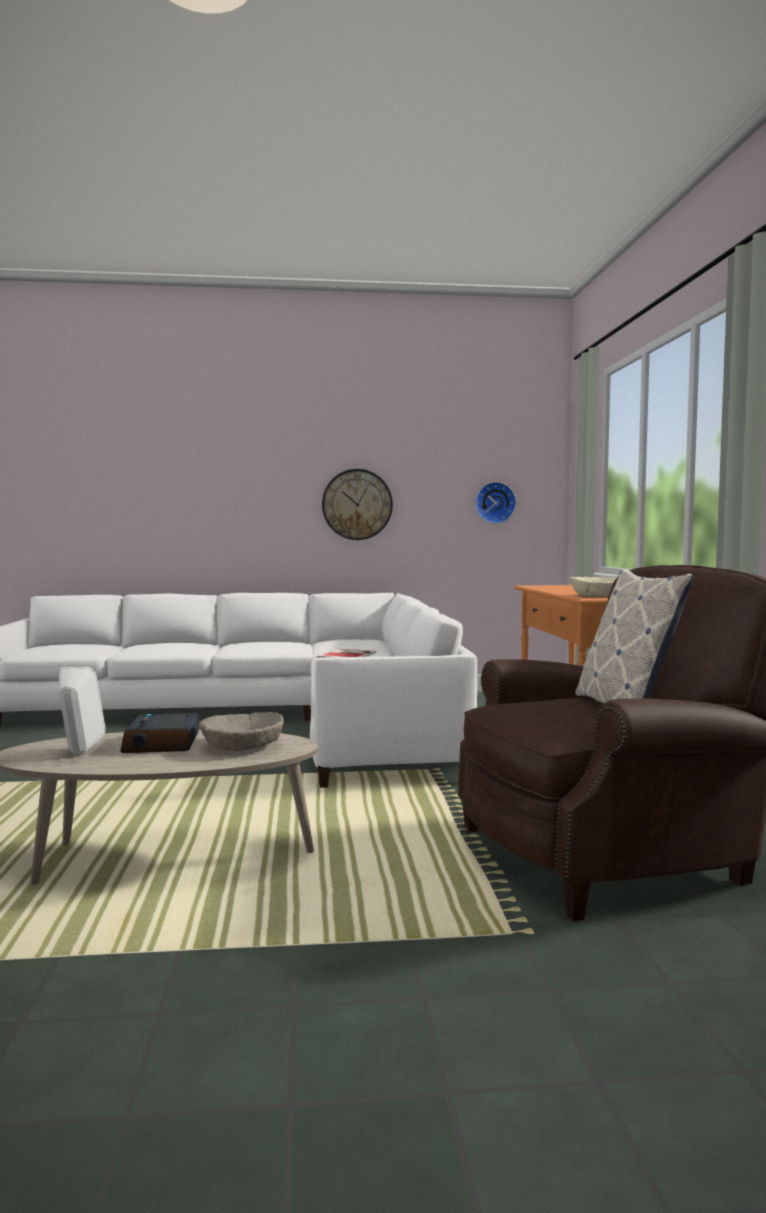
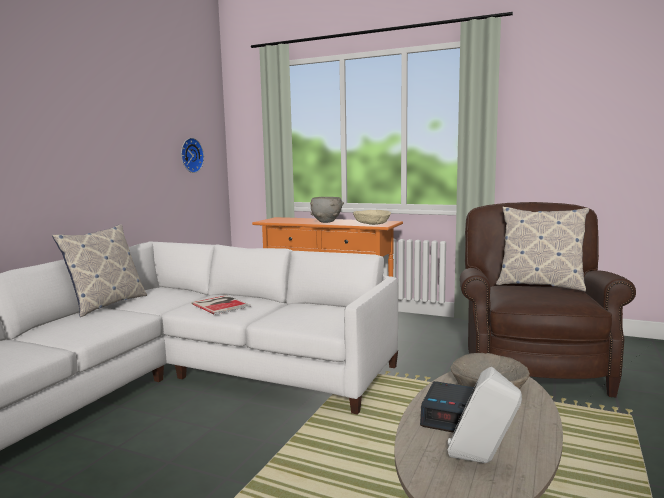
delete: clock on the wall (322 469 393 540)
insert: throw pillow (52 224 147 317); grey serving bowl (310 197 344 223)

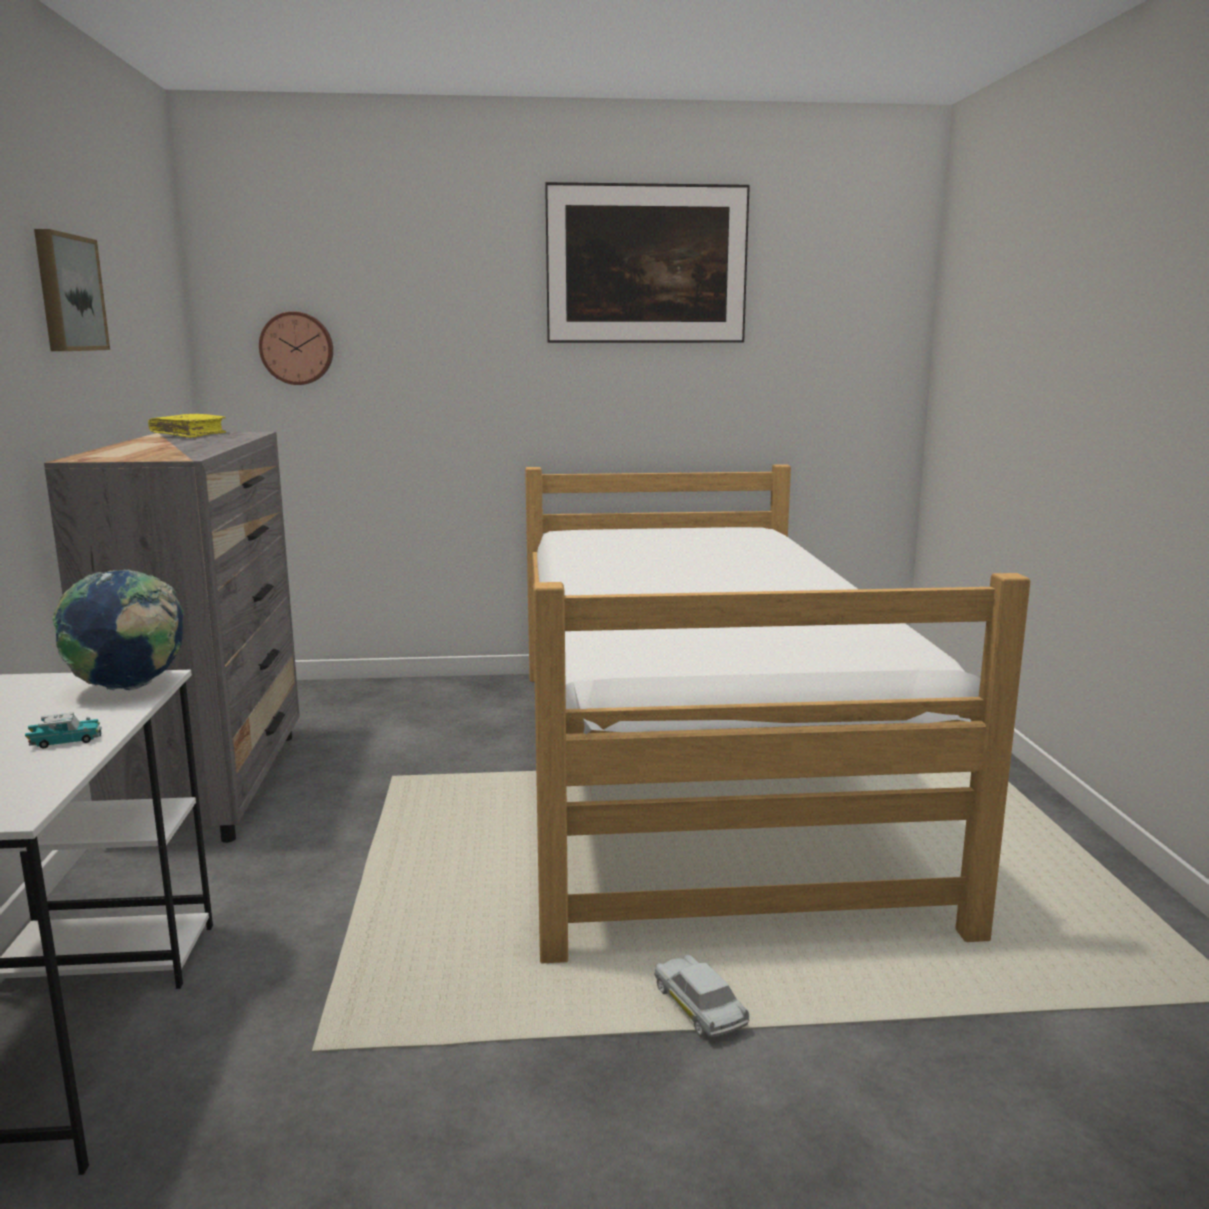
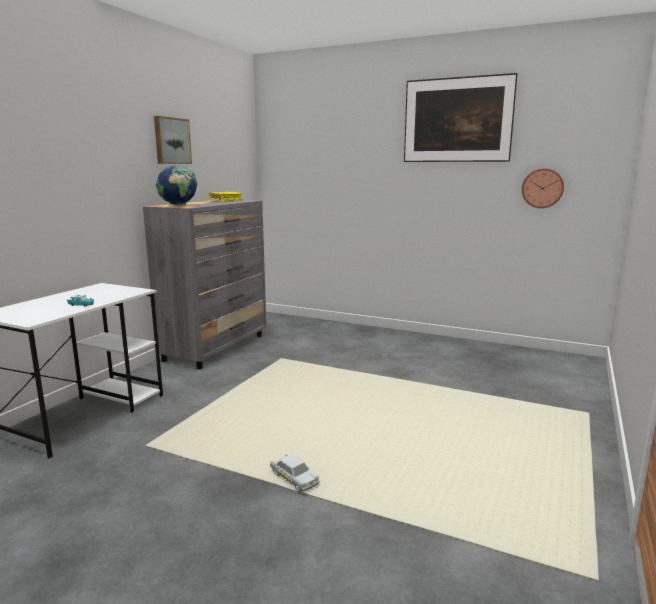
delete: bedroom bed (525 464 1031 963)
move: desk globe (52 569 184 690) to (156 165 197 206); clock on the wall (259 311 333 385) to (522 168 564 208)
rotate: white toy car (654 954 749 1037) = (270 454 320 492) 135 degrees clockwise

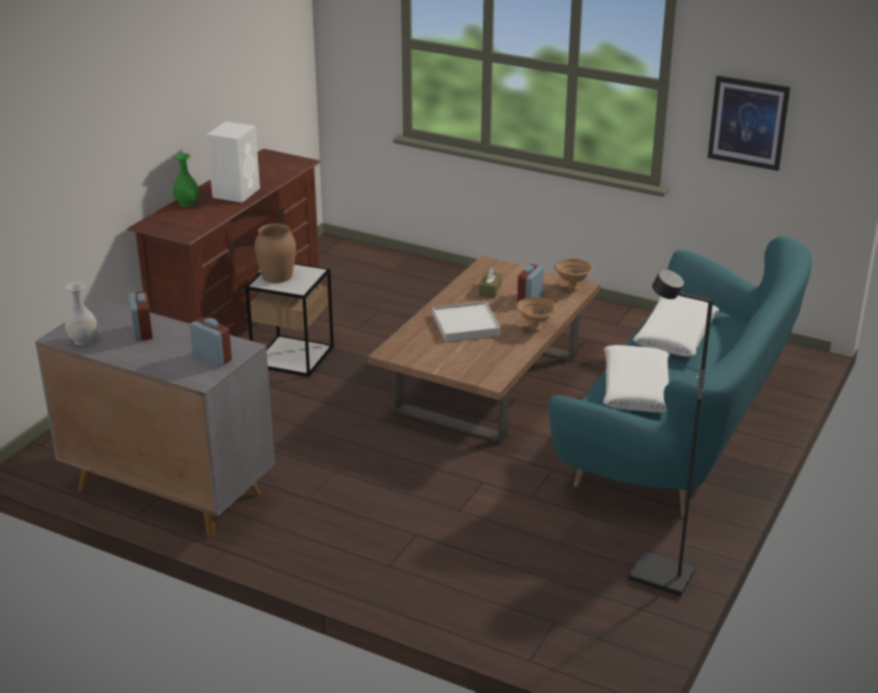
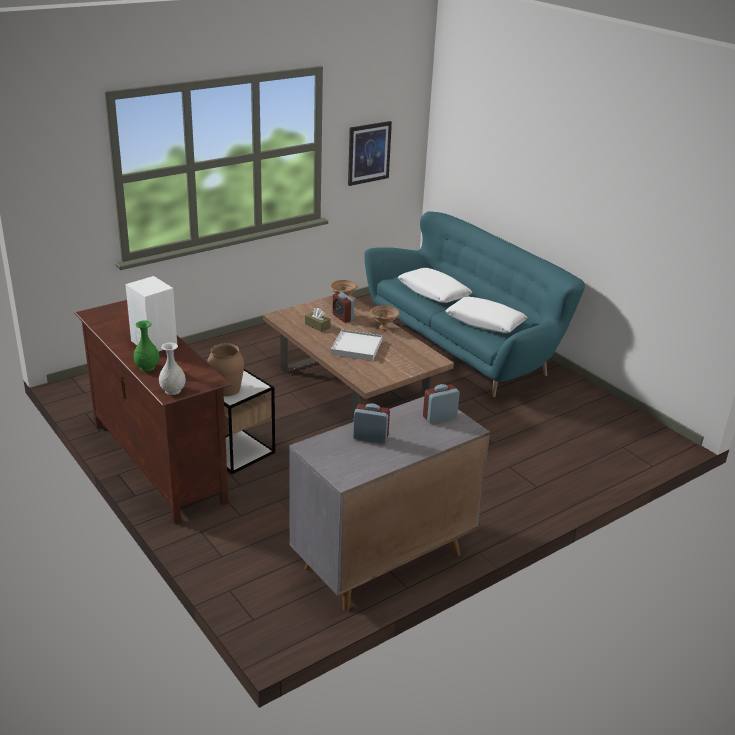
delete: black-coloured floor lamp (628 270 713 597)
move: white vase (65 282 98 345) to (159 342 186 395)

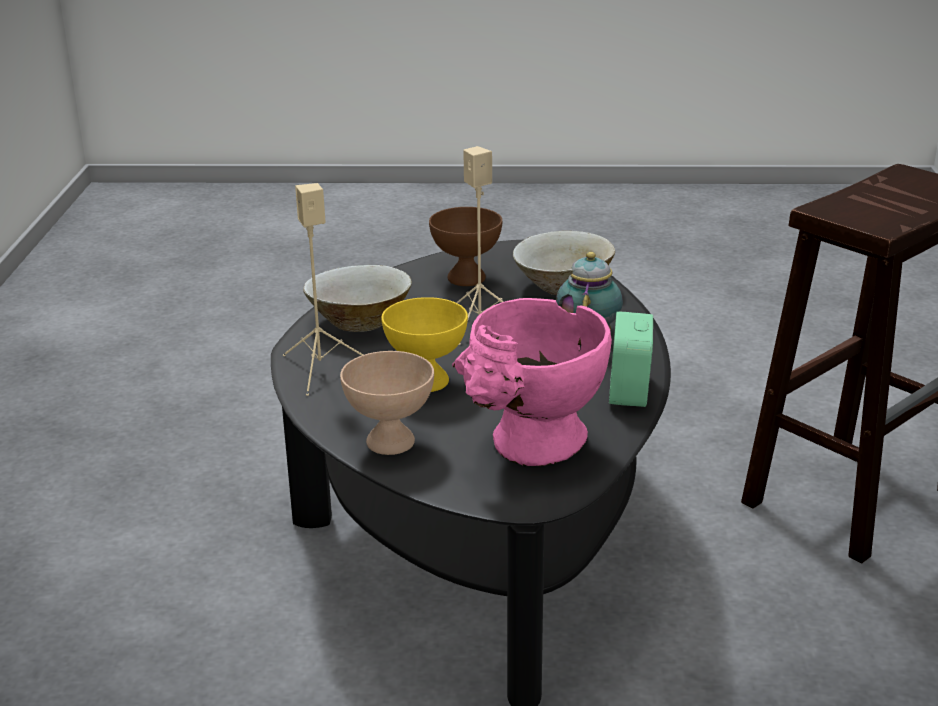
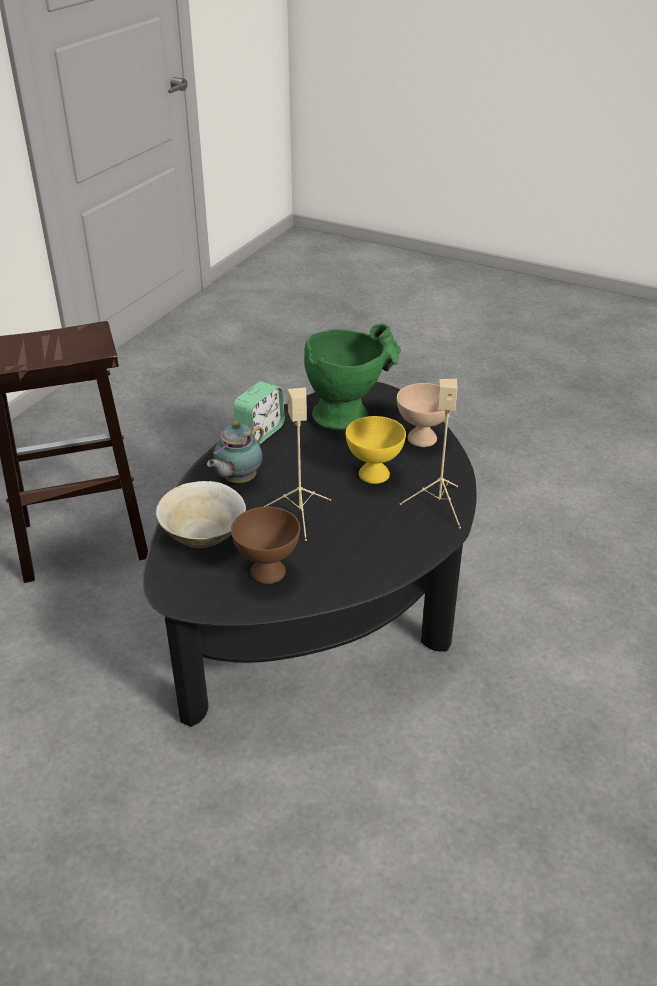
delete: sand-coloured serving bowl (303 265 412 332)
recolor: pink vase (452 298 612 467) to green-coloured vase (304 324 401 430)

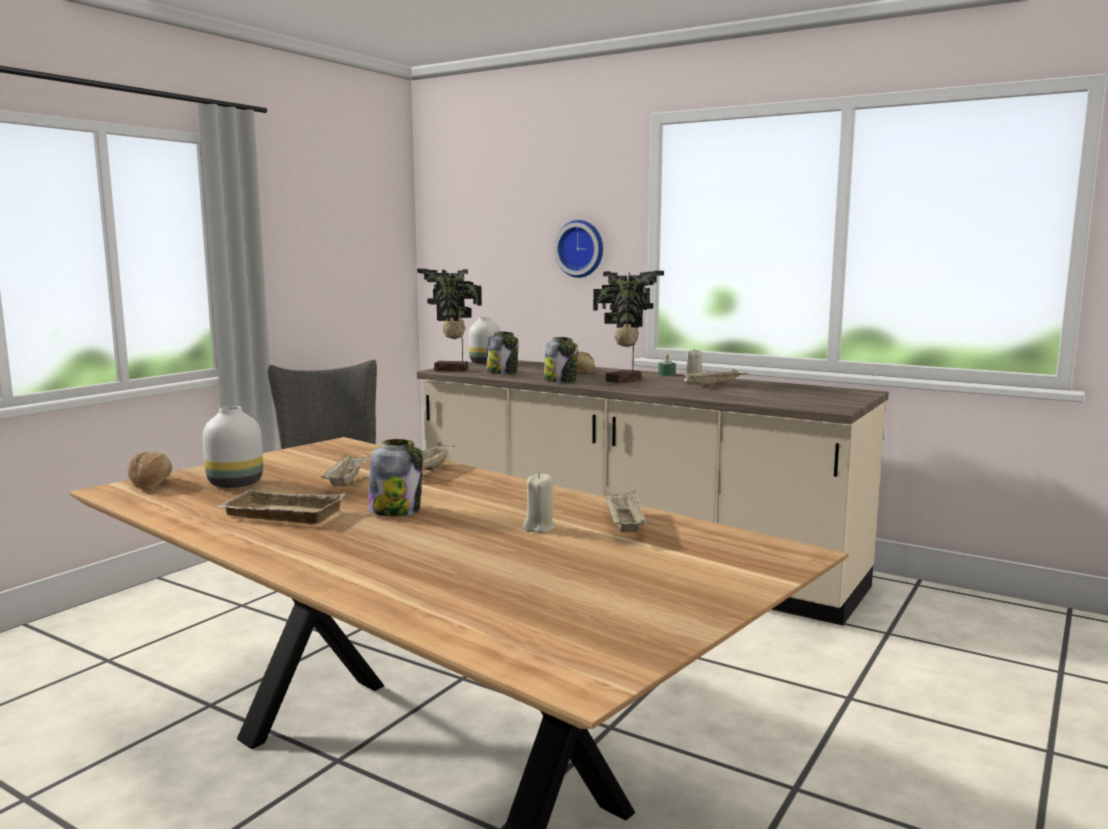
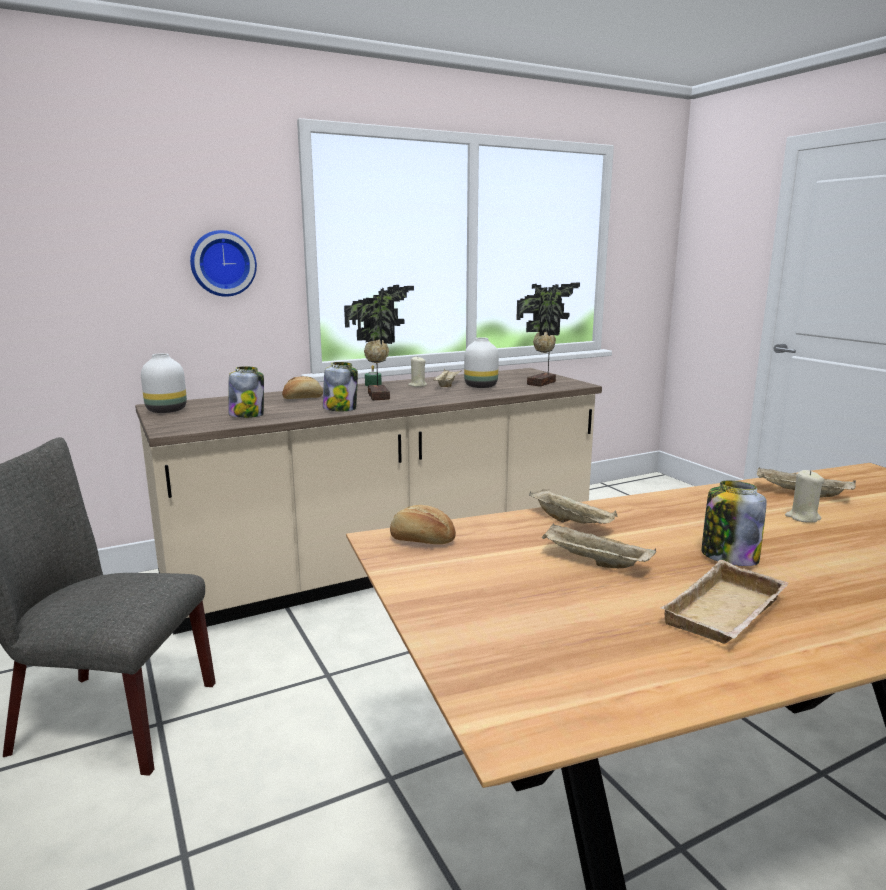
move: baked bread (127 452 172 489) to (390 505 456 544); white vase (203 406 263 488) to (464 337 499 388); plant in a pot (417 269 481 371) to (516 283 580 387)

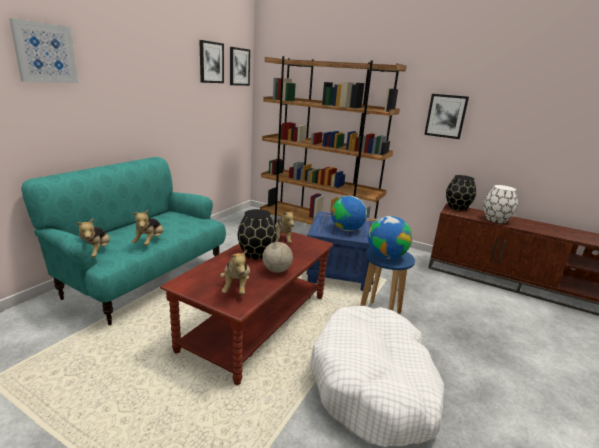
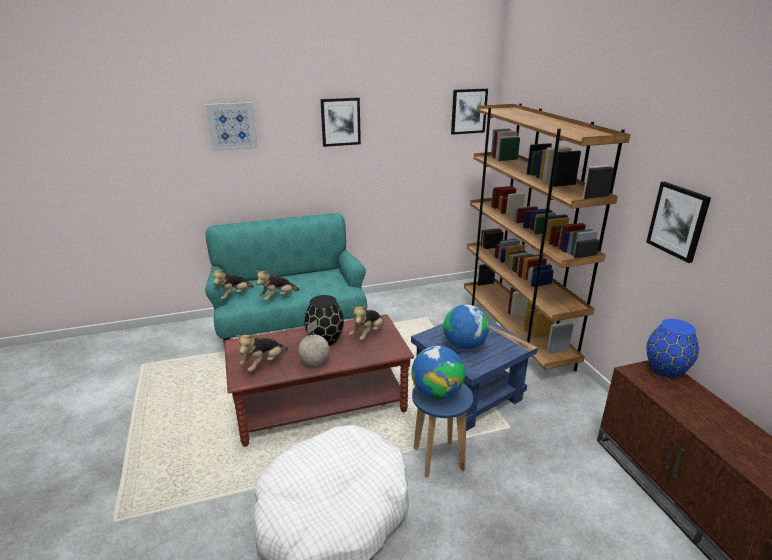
delete: white vase (484 185 518 223)
move: picture (199 40 224 83) to (320 97 361 147)
recolor: black-coloured vase (446 175 476 210) to bluish vase (646 319 699 378)

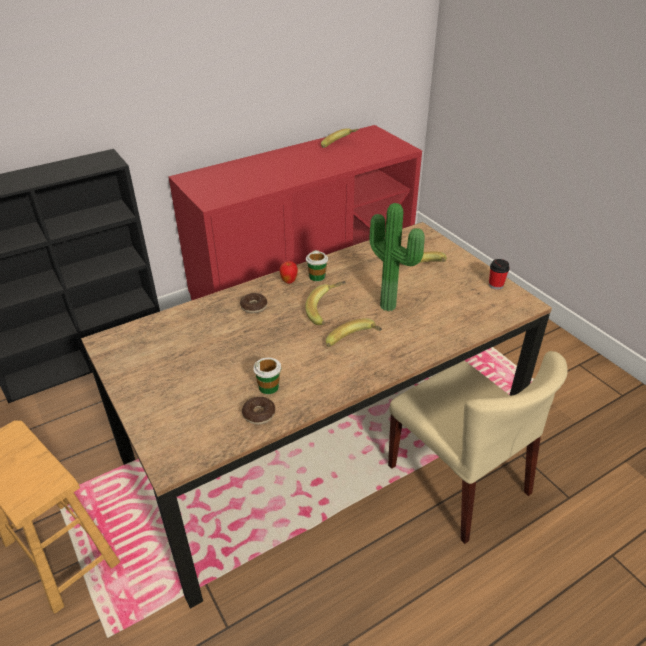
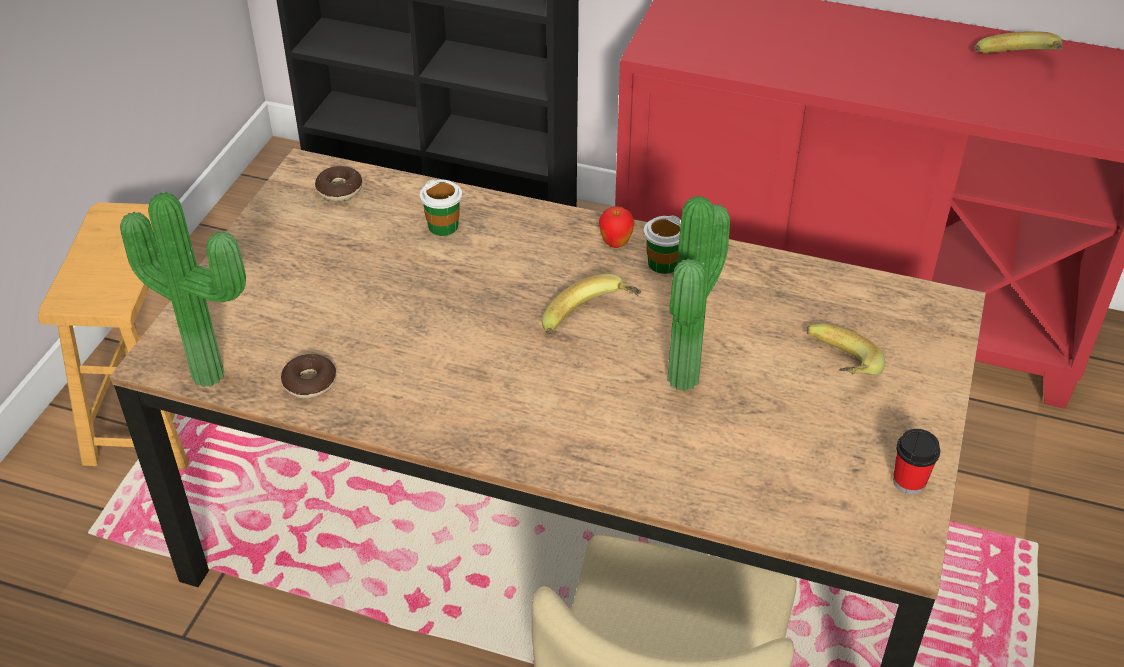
delete: banana fruit (326 318 382 347)
insert: plant in a pot (120 192 246 387)
move: donut (240 293 267 313) to (315 166 362 202); cup (253 357 281 394) to (420 179 462 236)

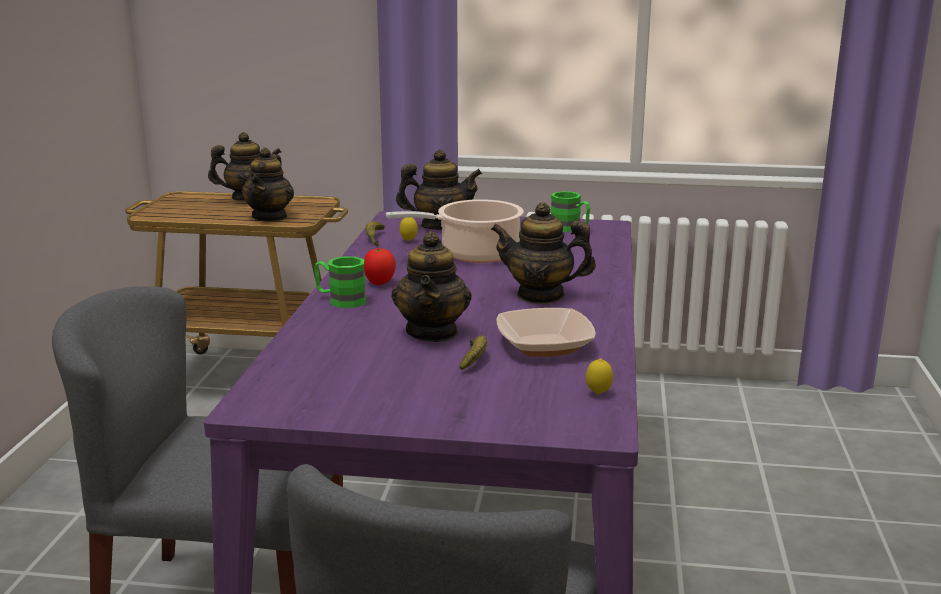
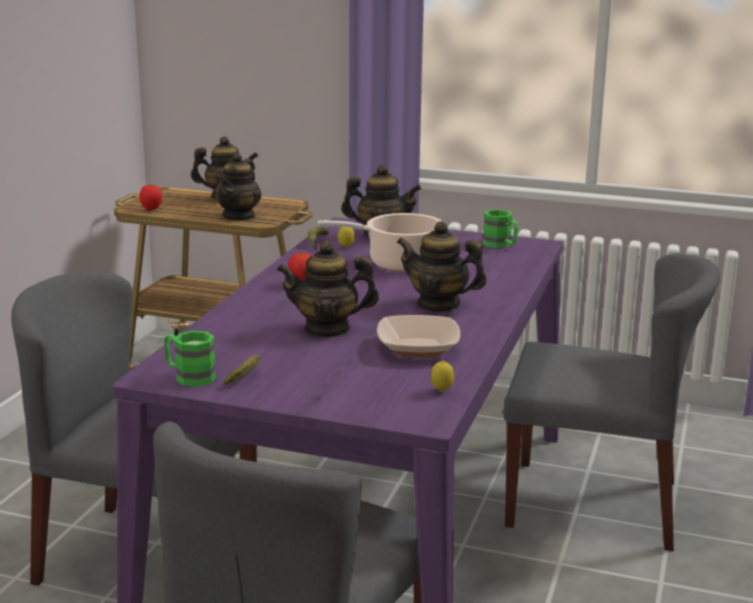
insert: fresh tomato (139 185 162 210); grey upright chair (504 253 720 551)
move: green-coloured coffee mug (314 256 366 308) to (164 331 216 387); banana fruit (459 335 487 370) to (224 355 260 385)
rotate: tea pot (391 231 472 342) = (277 241 379 338) 75 degrees clockwise

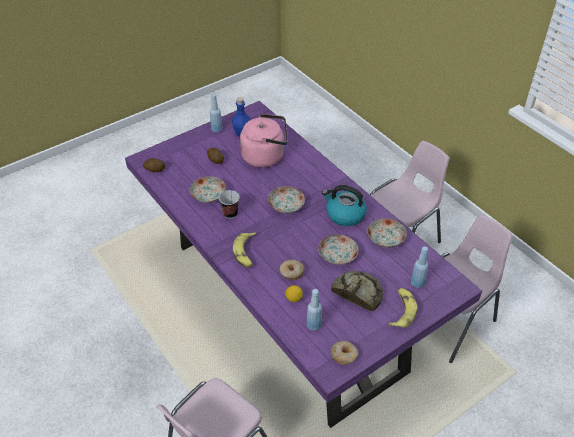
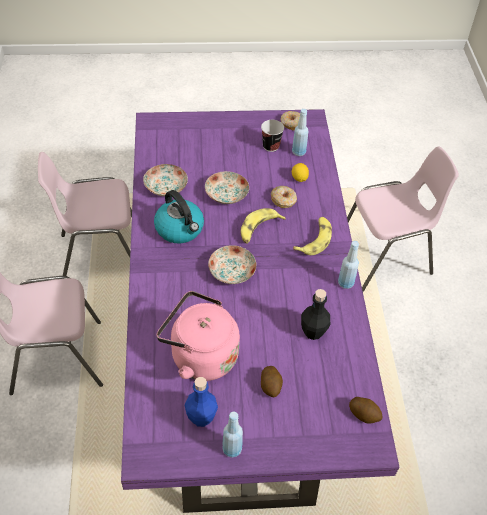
delete: baked bread (331 271 383 311)
move: cup (219 190 239 219) to (261 120 284 152); banana fruit (389 288 417 328) to (241 208 285 244); bluish bottle (411 246 428 288) to (338 241 359 289)
replace: dinner plate (190 177 226 203) to black-coloured bottle (301 289 330 340)

